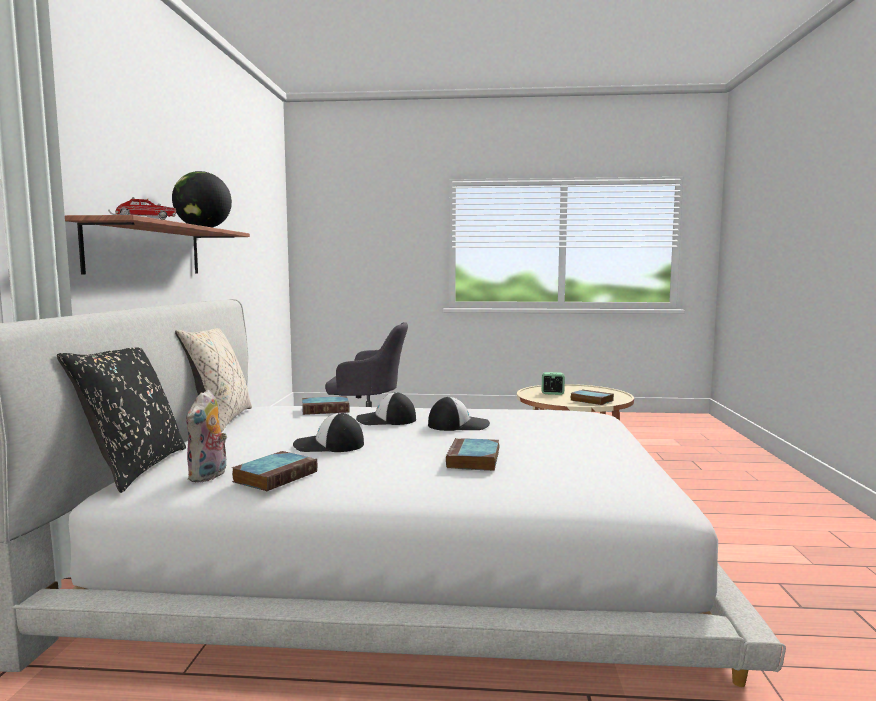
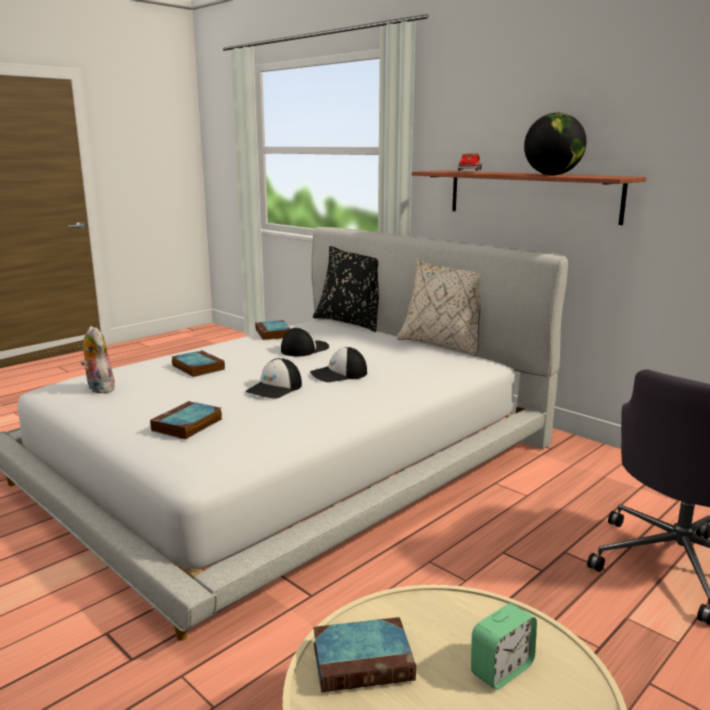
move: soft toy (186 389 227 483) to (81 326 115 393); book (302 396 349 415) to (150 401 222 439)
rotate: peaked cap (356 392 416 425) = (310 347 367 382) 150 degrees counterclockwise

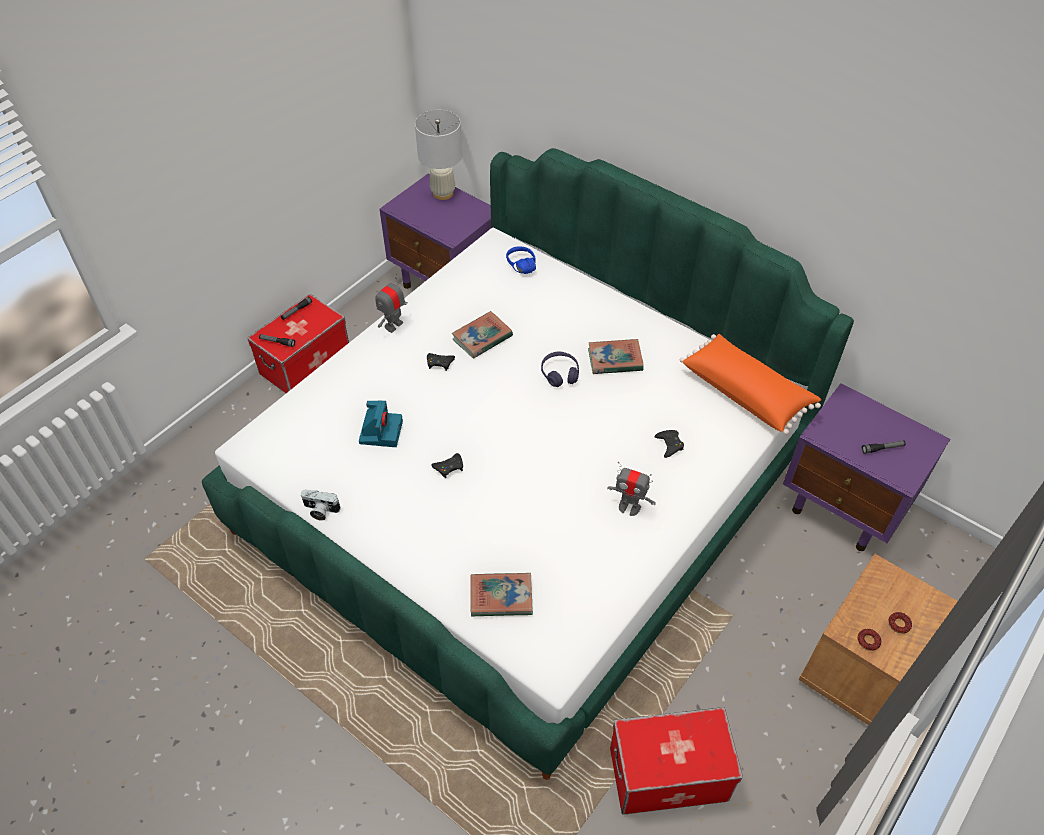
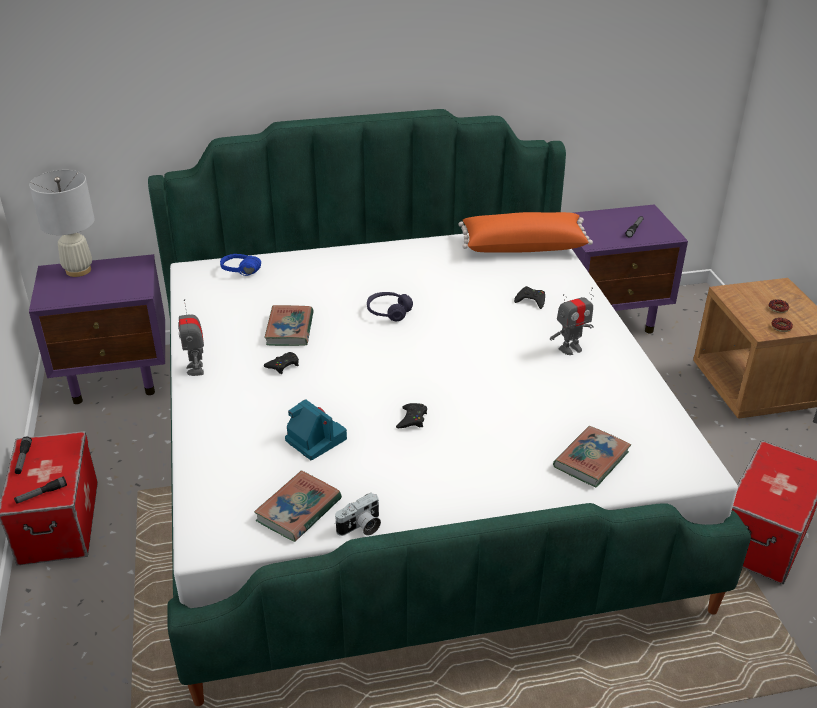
move: book (588 339 644 374) to (254 471 342 542)

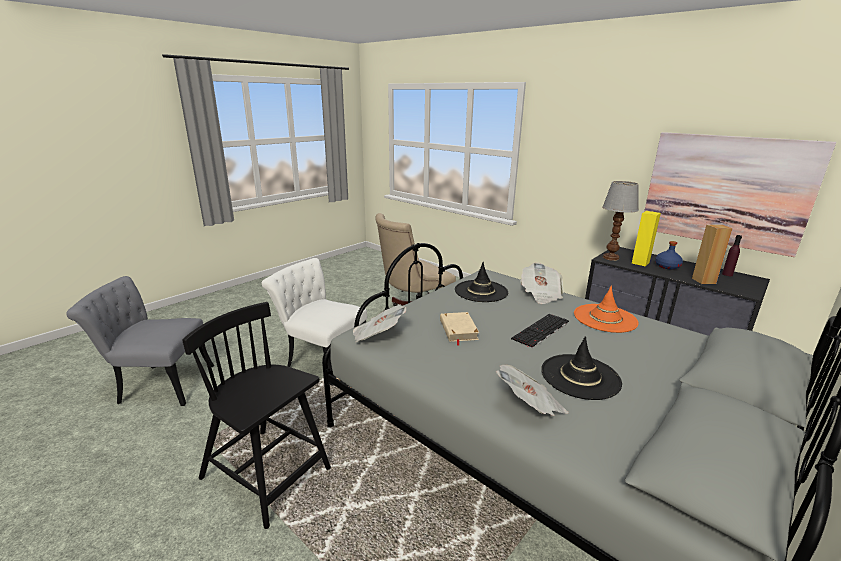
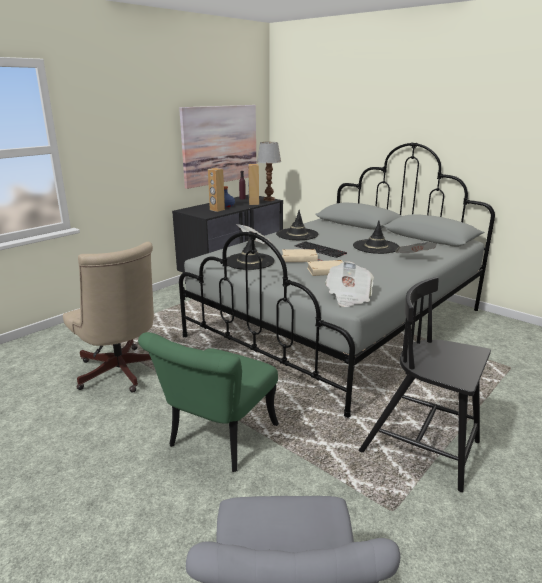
insert: sand-coloured book (282 249 323 262)
move: tabletop lamp (602 181 639 261) to (257 142 281 201)
recolor: white upright chair (262 258 367 386) to green-coloured upright chair (138 332 279 472); orangey hat (574 286 639 333) to black-coloured hat (276 210 319 240); yellow-coloured loudspeaker (632 211 661 266) to brownish loudspeaker (208 168 225 212)
rotate: black-coloured upright chair (182 302 331 529) = (359 277 491 492) 90 degrees clockwise

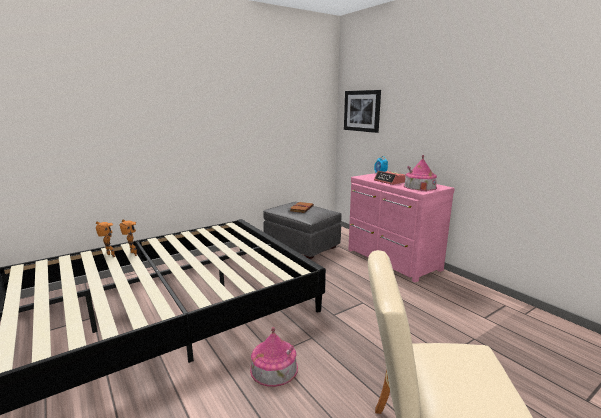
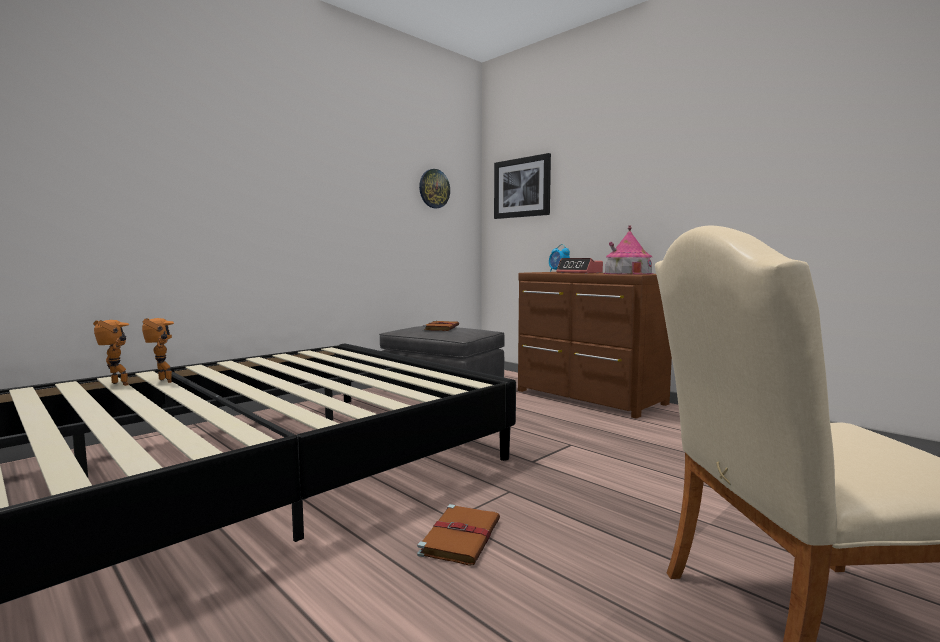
insert: clock on the wall (419 169 450 208)
replace: toy house (250 327 298 387) to brownish book (417 504 500 566)
recolor: pink chest of drawers (348 173 455 283) to brownish chest of drawers (518 272 672 419)

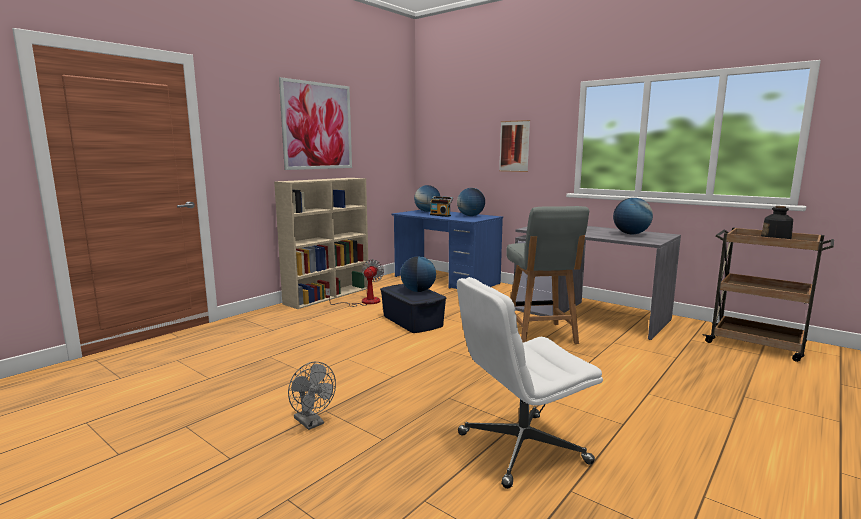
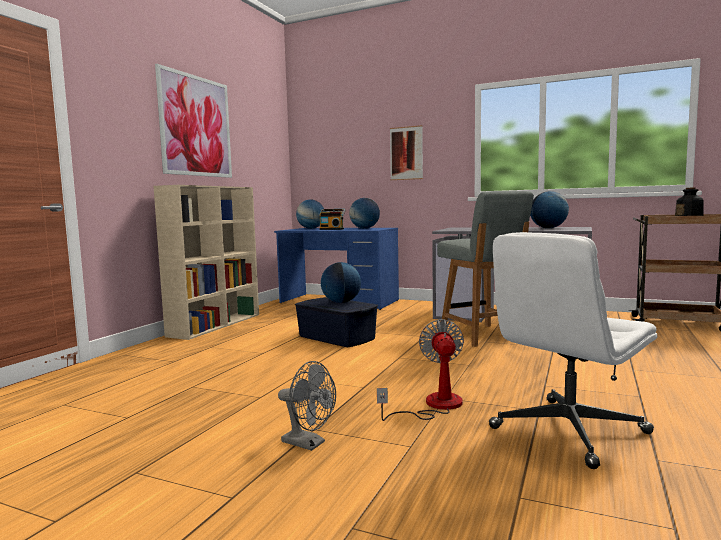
move: cooling fan (325 259 384 307) to (377 319 464 421)

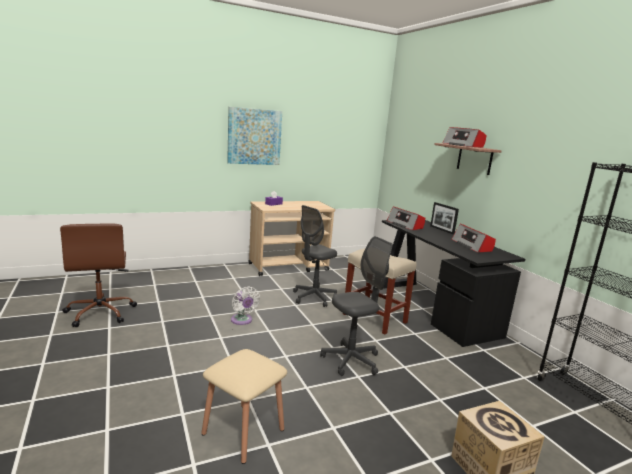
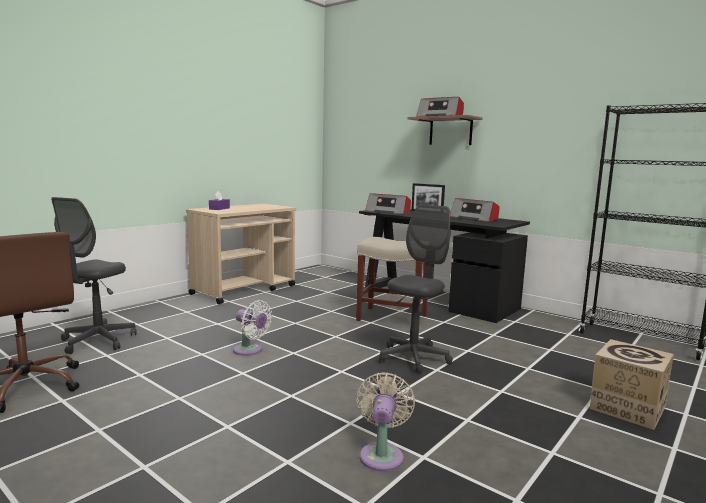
delete: picture (227 107 282 165)
move: grey desk chair (293 205 337 307) to (51 197 137 354)
replace: sand-coloured sitting stool (201 349 287 464) to sand-coloured cooling fan (356 372 415 472)

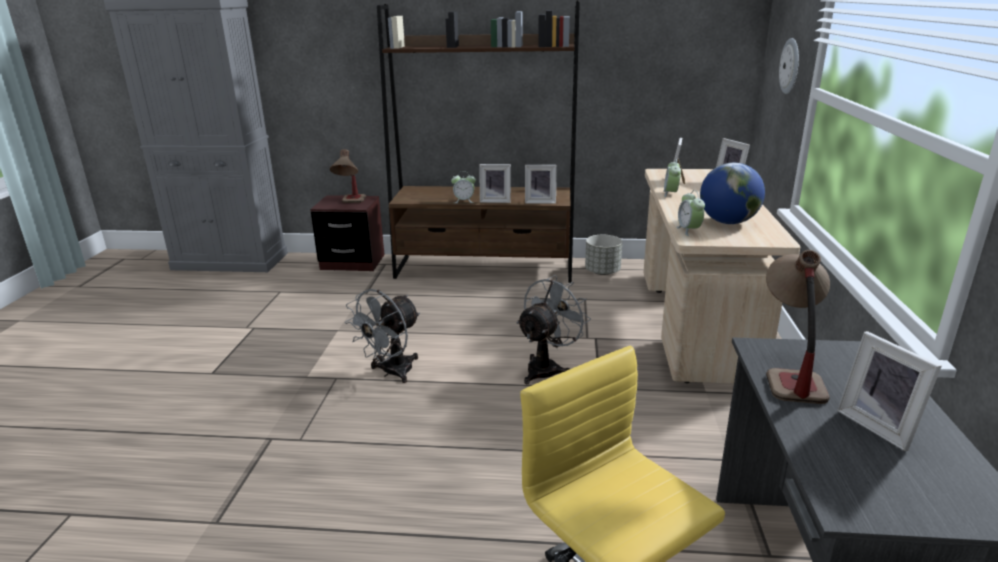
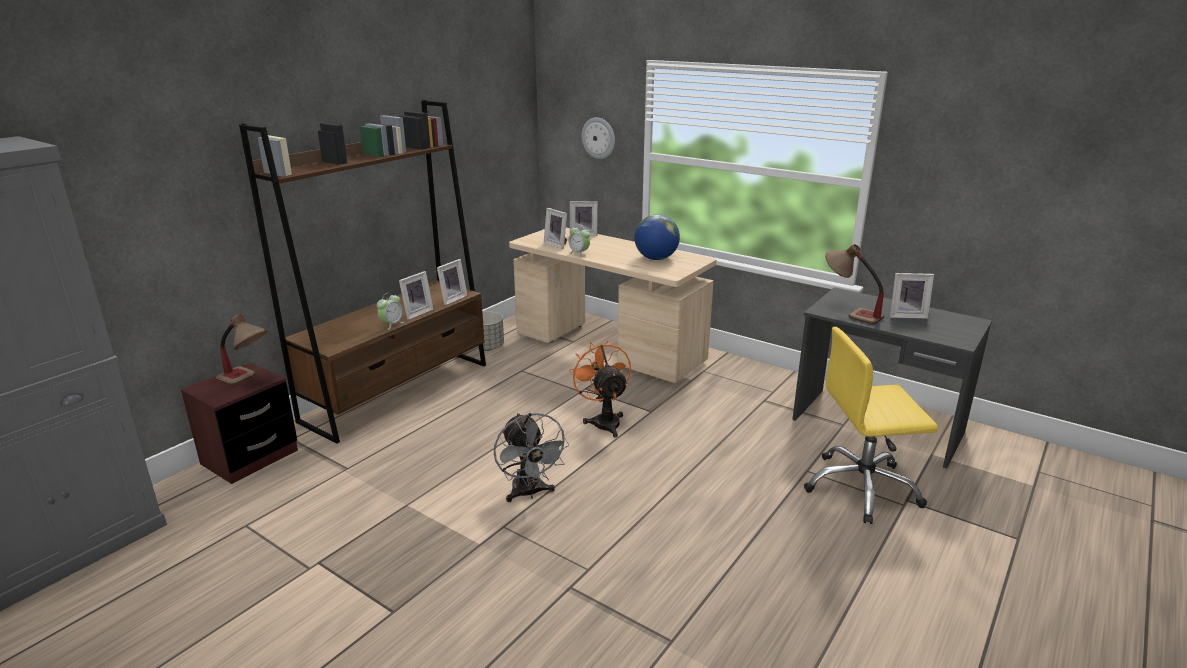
delete: bedside clock (676 190 705 236)
recolor: grey cooling fan (517 275 591 384) to orangey cooling fan (569 341 631 437)

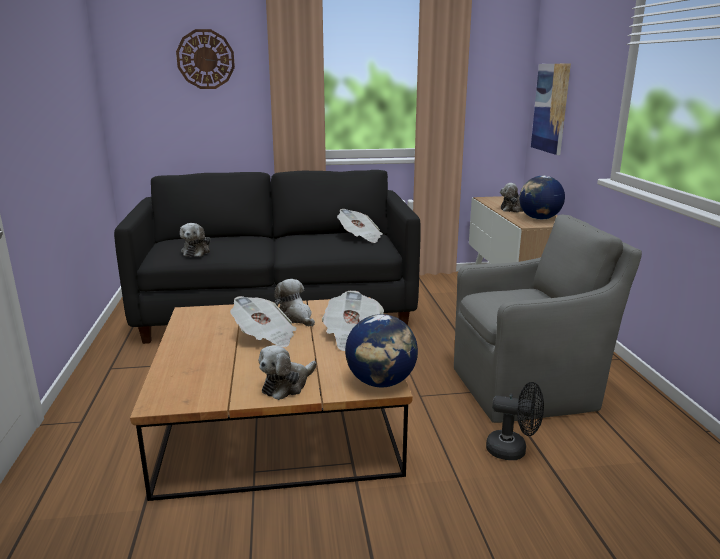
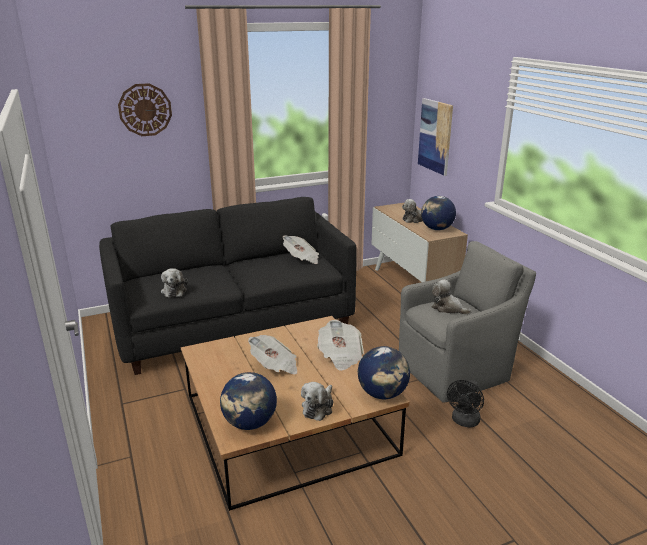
insert: desk globe (220 372 277 430)
move: soft toy (275 279 315 326) to (431 280 472 315)
rotate: black-coloured cooling fan (486 382 544 460) = (447 380 484 428) 120 degrees clockwise

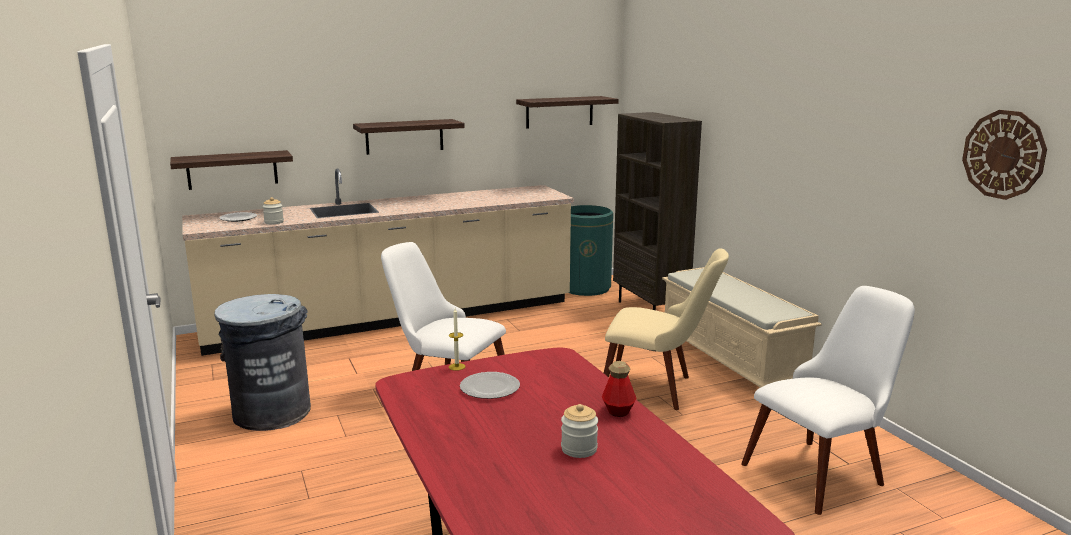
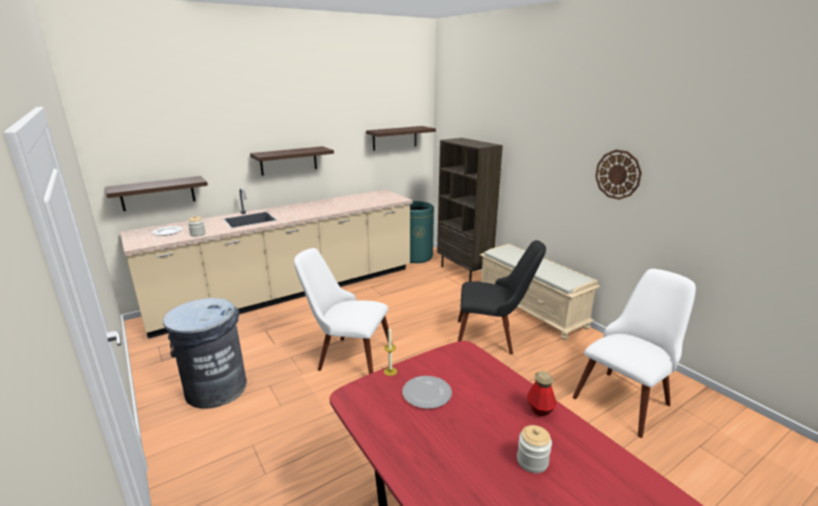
move: clock on the wall (962 110 1047 200) to (595 150 642 200)
recolor: sand-coloured upright chair (604 248 729 410) to black-coloured upright chair (458 240 546 354)

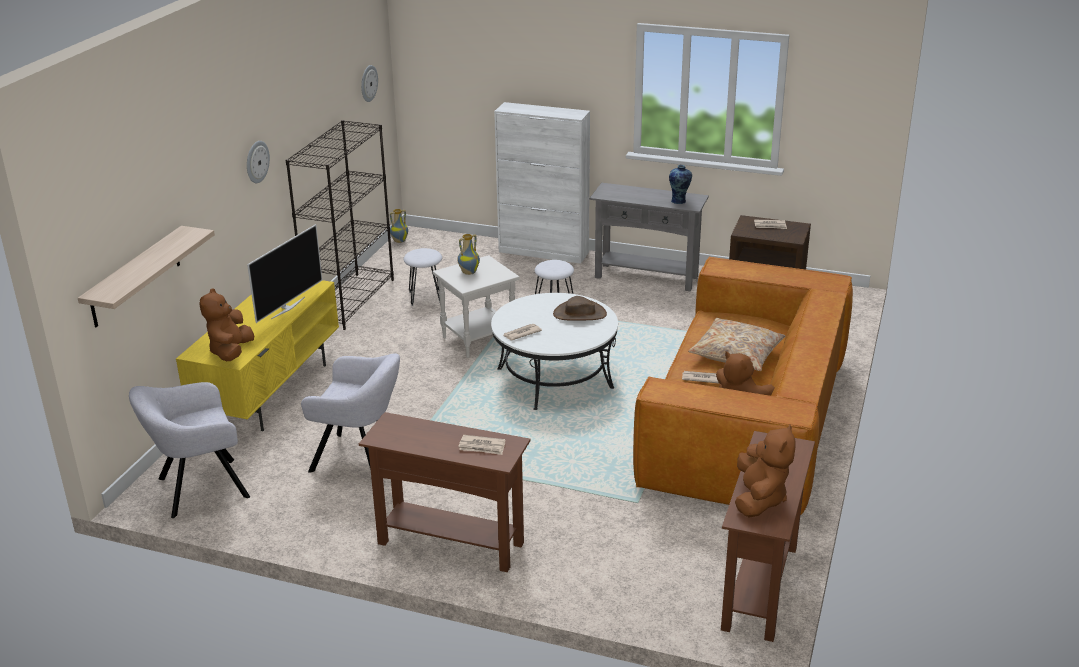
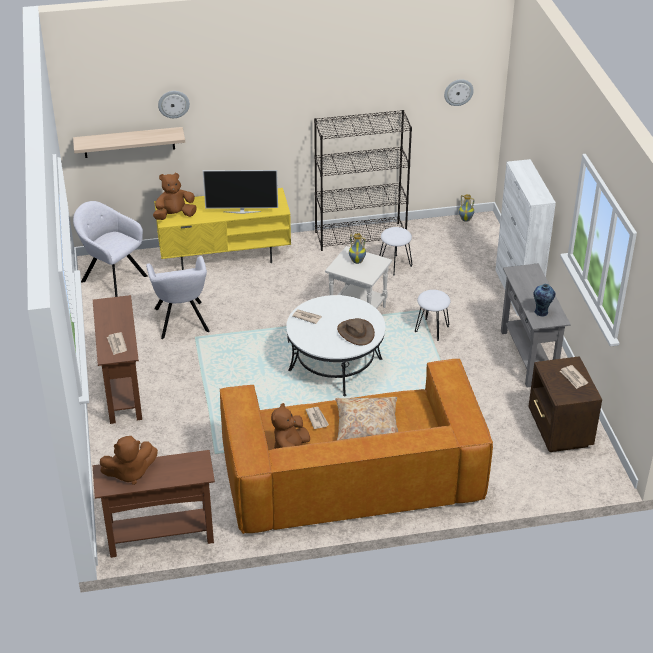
move: clock on the wall (247 141 270 183) to (158 91 190 118)

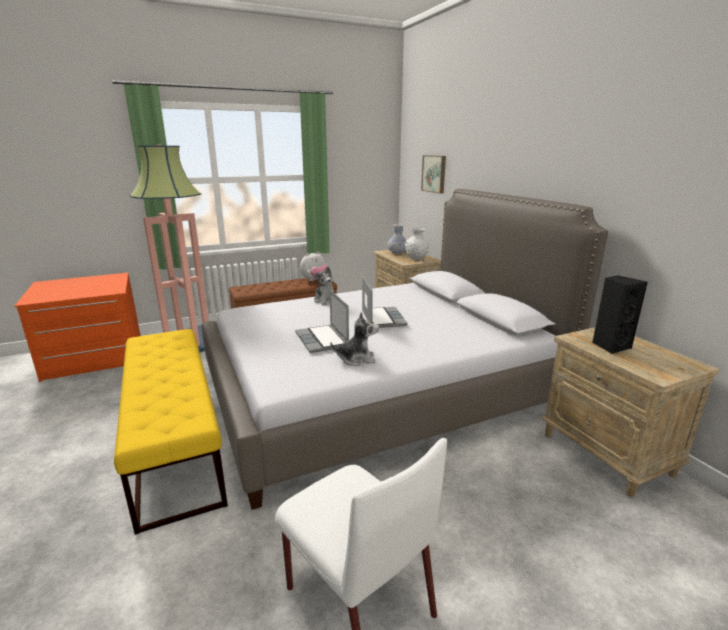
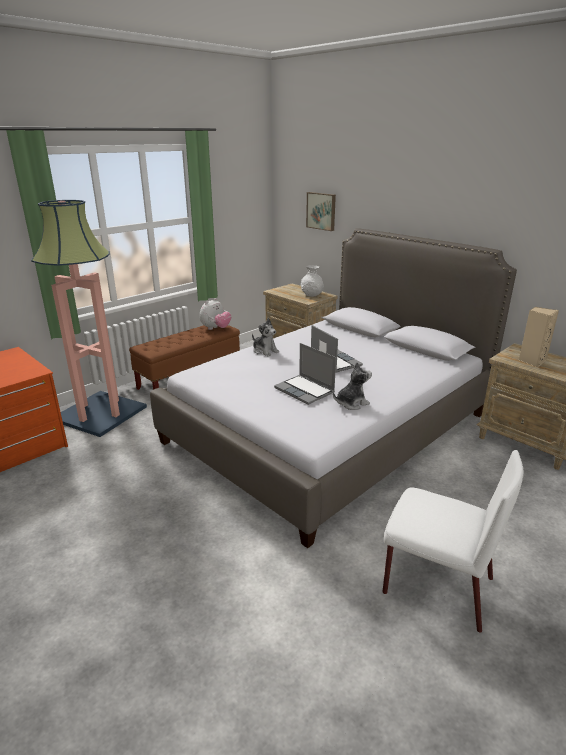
delete: yellow-coloured long seat (114 329 228 535); vase (388 224 406 254)
recolor: black-coloured loudspeaker (592 275 648 354) to sand-coloured loudspeaker (519 307 559 367)

